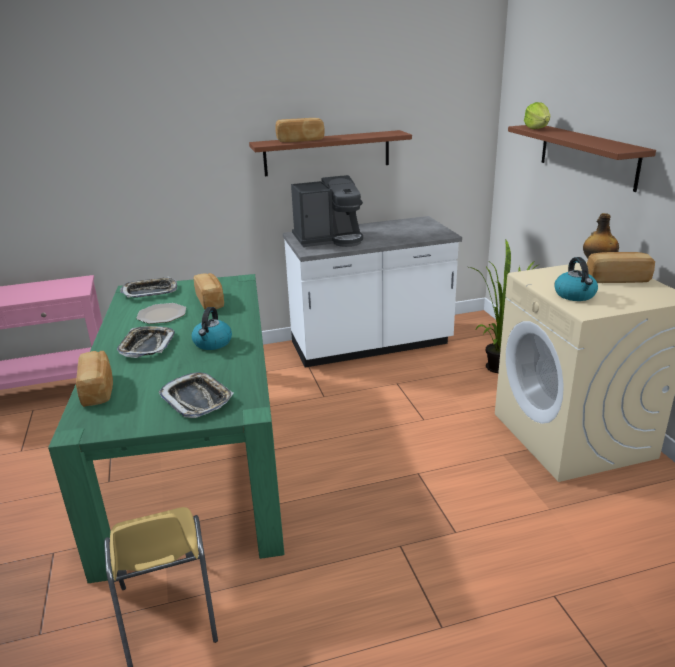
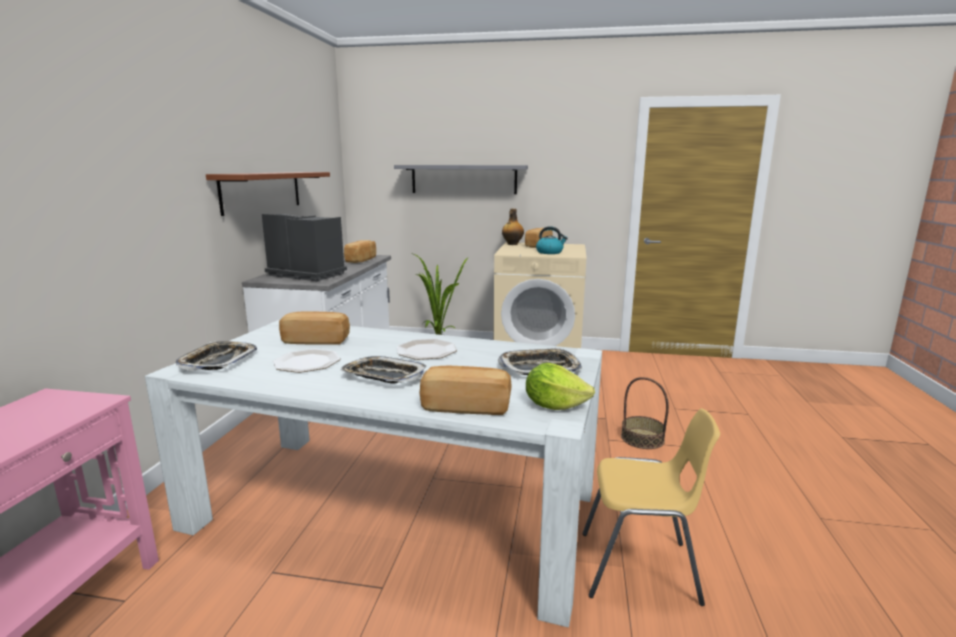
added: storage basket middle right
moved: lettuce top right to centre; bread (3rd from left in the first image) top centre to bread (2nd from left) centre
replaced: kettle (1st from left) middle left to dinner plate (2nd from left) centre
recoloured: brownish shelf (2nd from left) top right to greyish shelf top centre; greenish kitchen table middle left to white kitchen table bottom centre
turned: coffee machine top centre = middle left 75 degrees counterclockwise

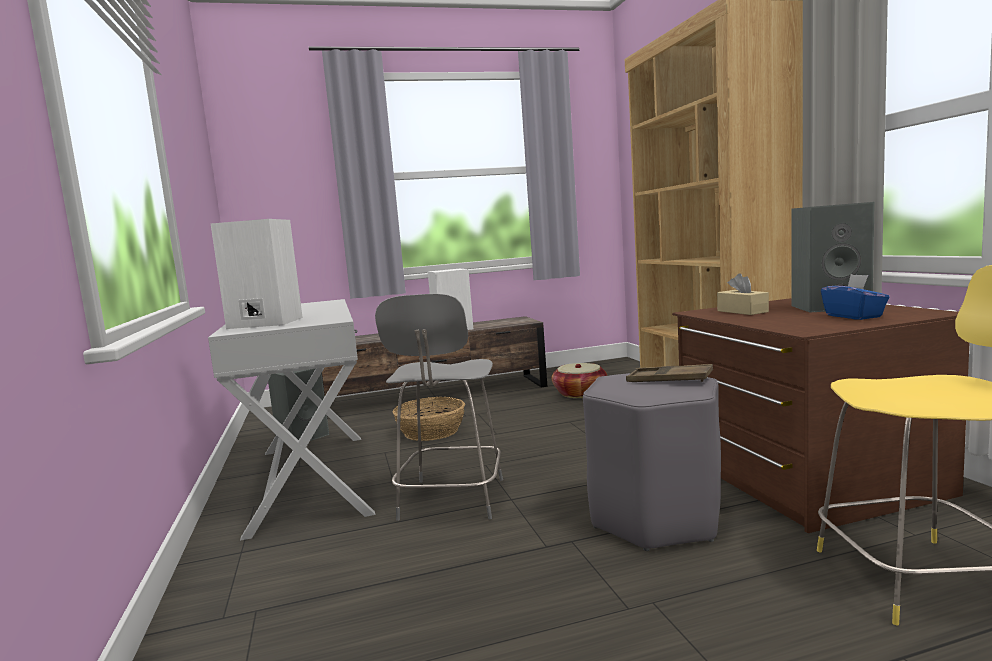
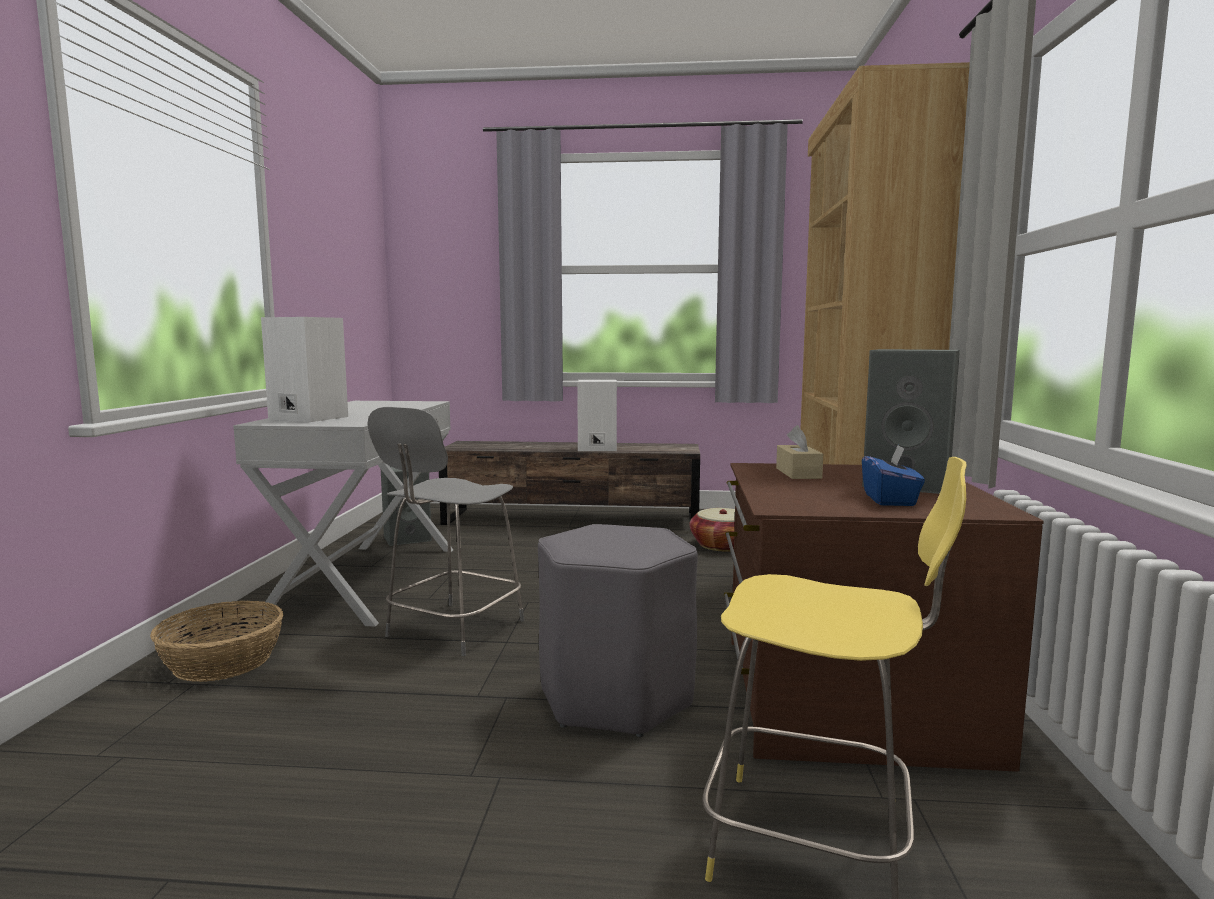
removed: brownish carrying tray middle right
moved: storage basket (1st from left) centre to bottom left

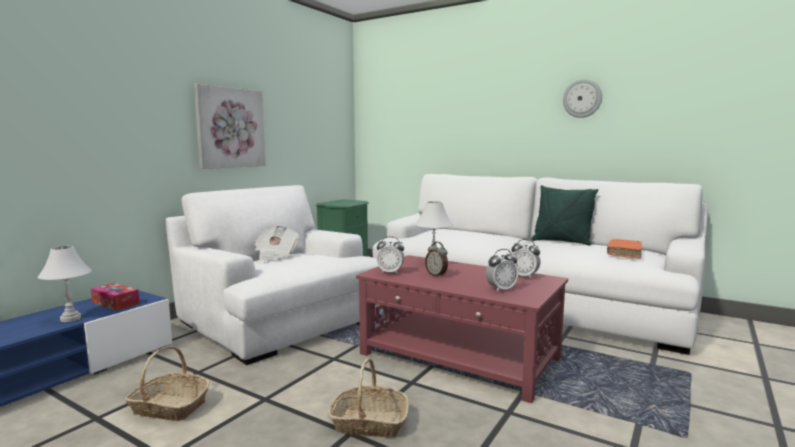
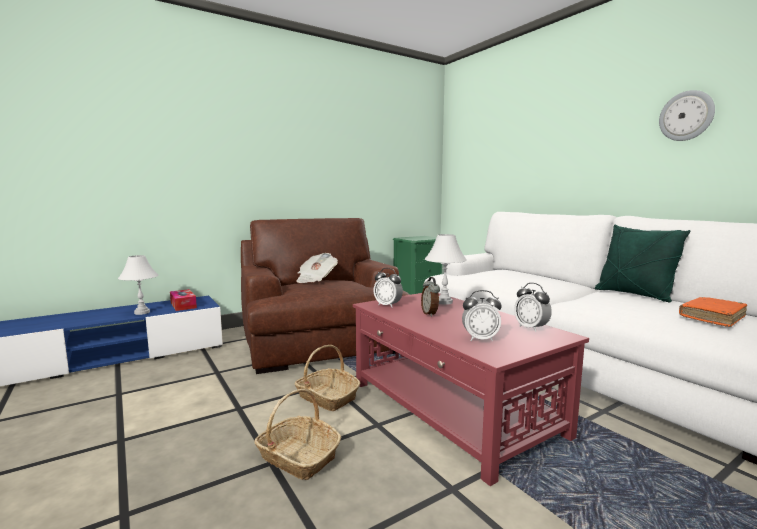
removed: picture top left
moved: storage basket (1st from left in the first image) bottom left to storage basket (2nd from left) bottom centre
recoloured: white lounge chair centre to brownish lounge chair centre

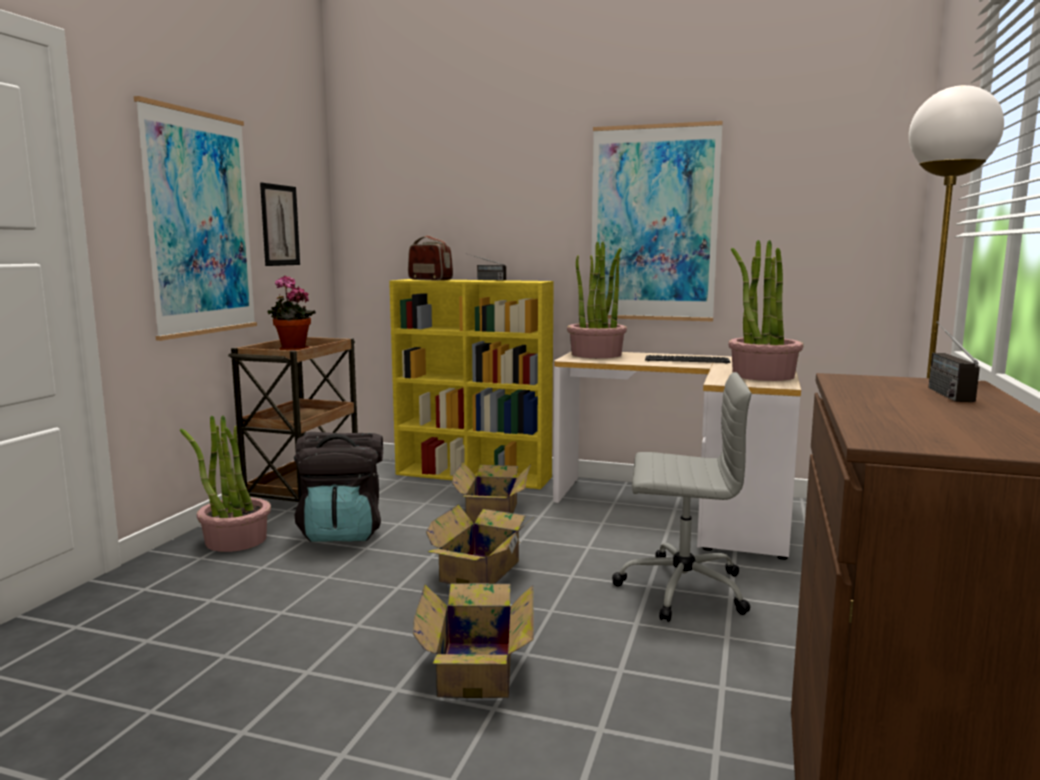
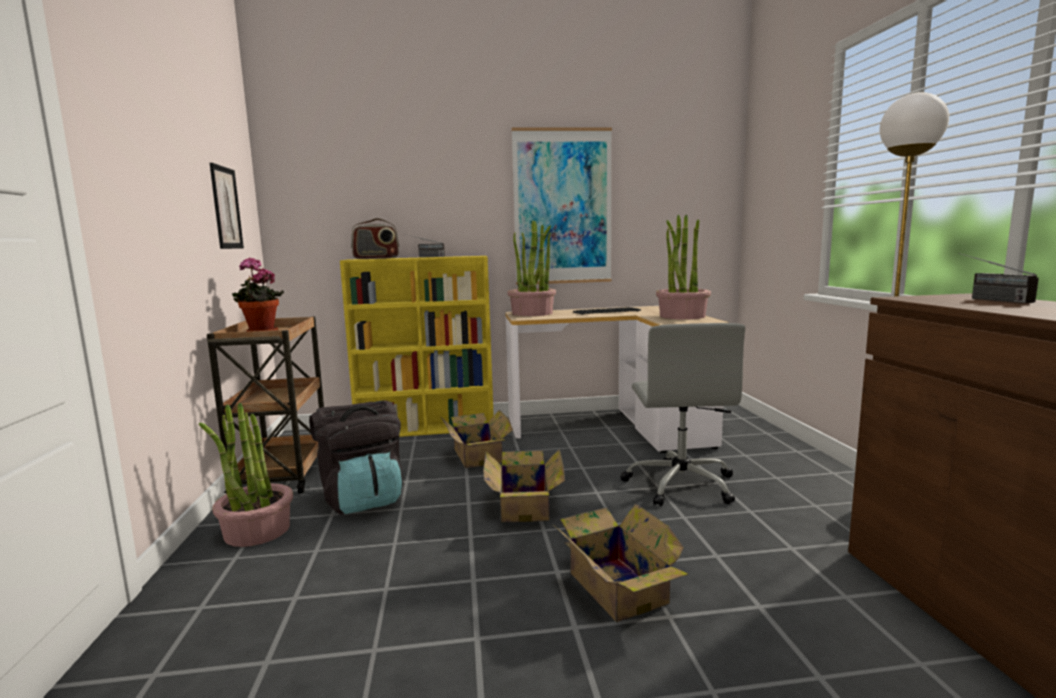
removed: picture (1st from left) top left
turned: radio (1st from left) top centre = centre 150 degrees clockwise; greyish computer chair centre = centre 105 degrees clockwise

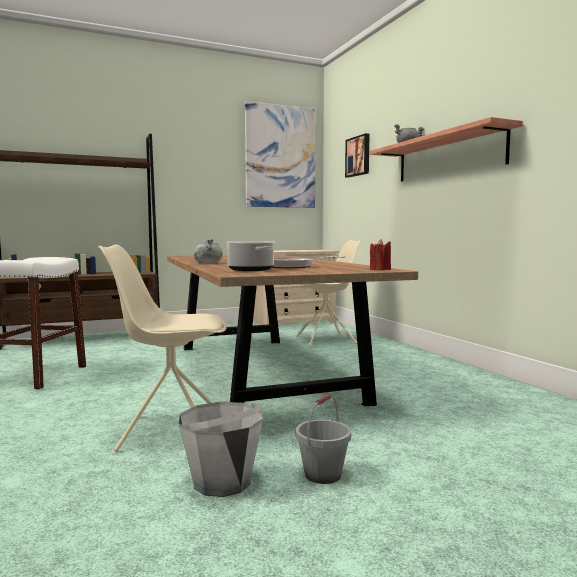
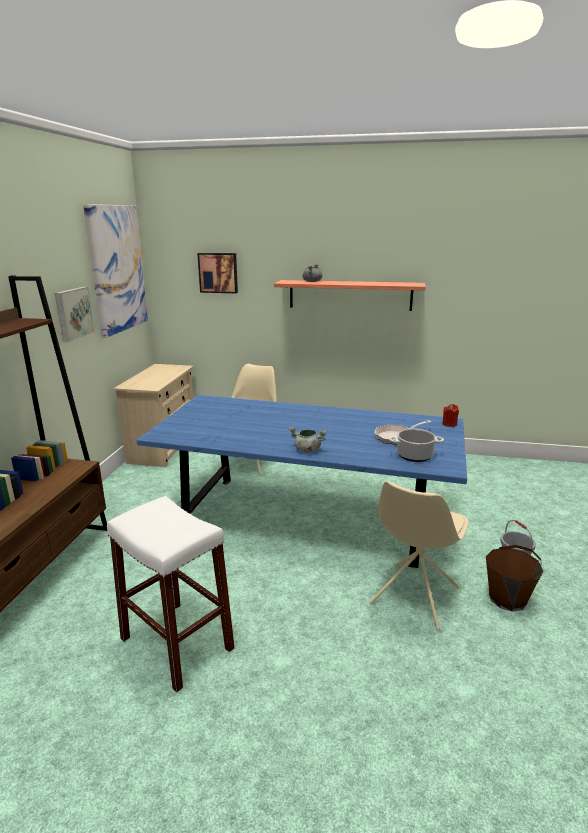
added: picture (1st from left) middle left
recoloured: brownish kitchen table centre to blue-coloured kitchen table centre; greyish bucket (1st from left) bottom centre to brownish bucket bottom right

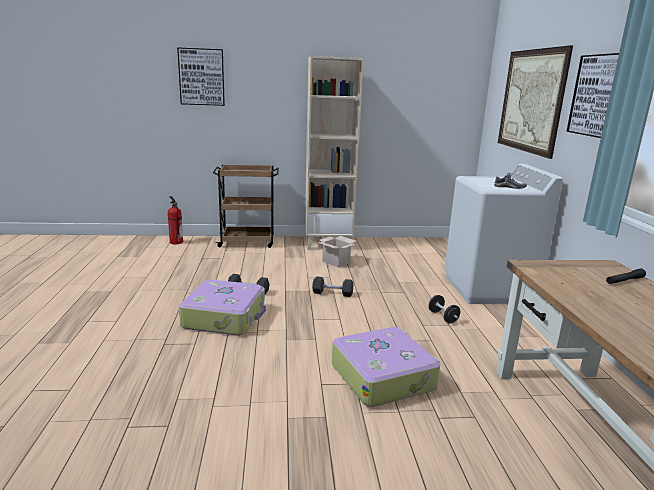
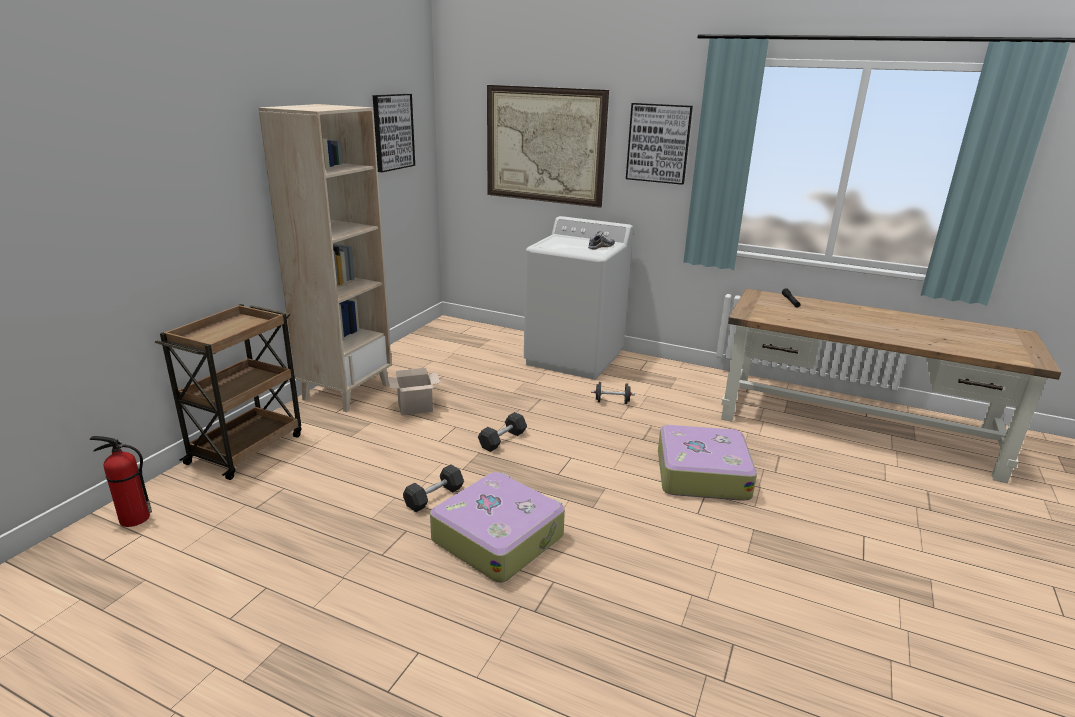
moved: picture (1st from left) top left to top centre

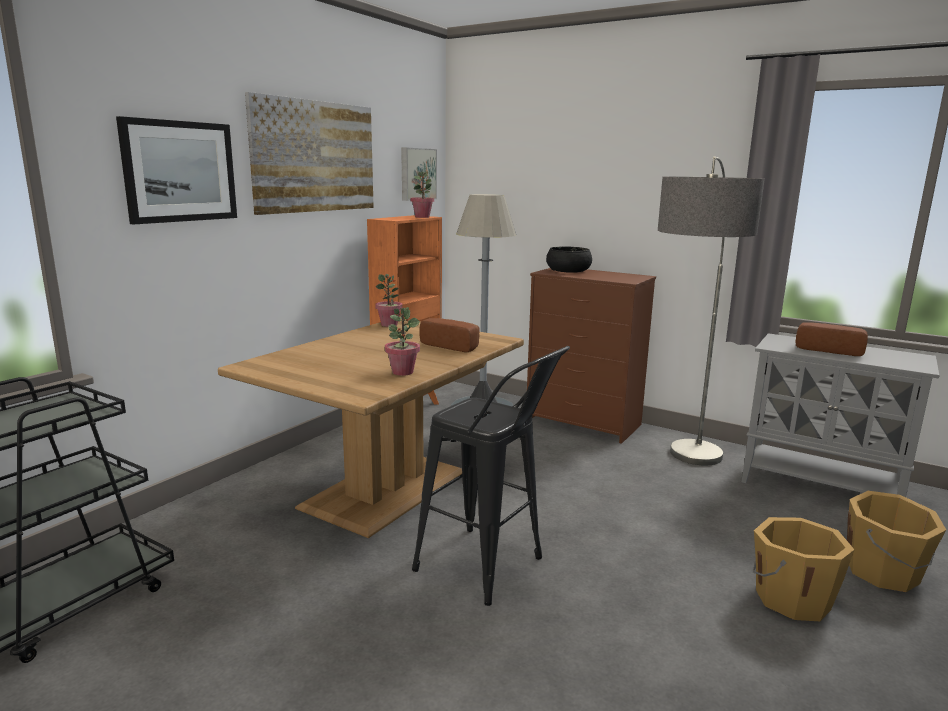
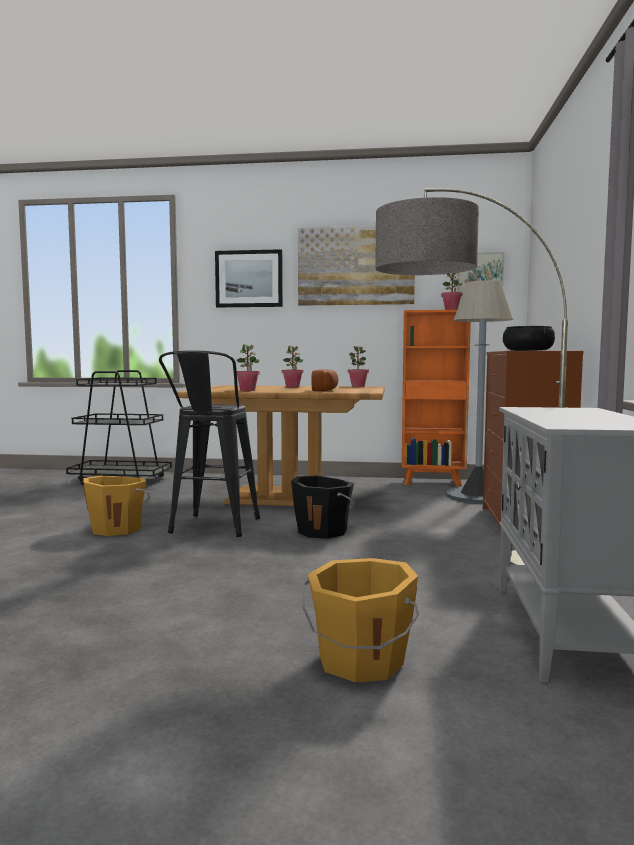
removed: bread (2nd from left) middle right
added: potted plant (2nd from left) centre; black-coloured bucket centre
moved: orangey bucket (1st from left) bottom right to middle left

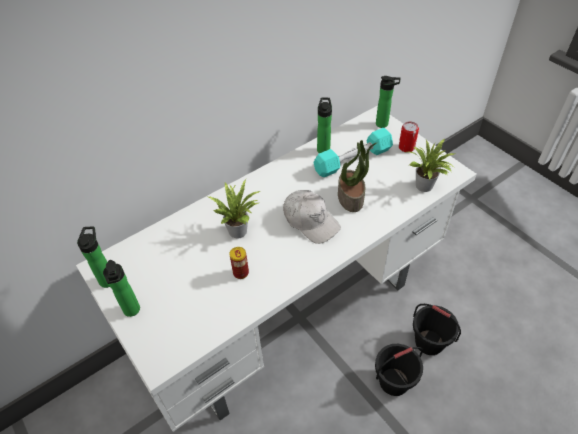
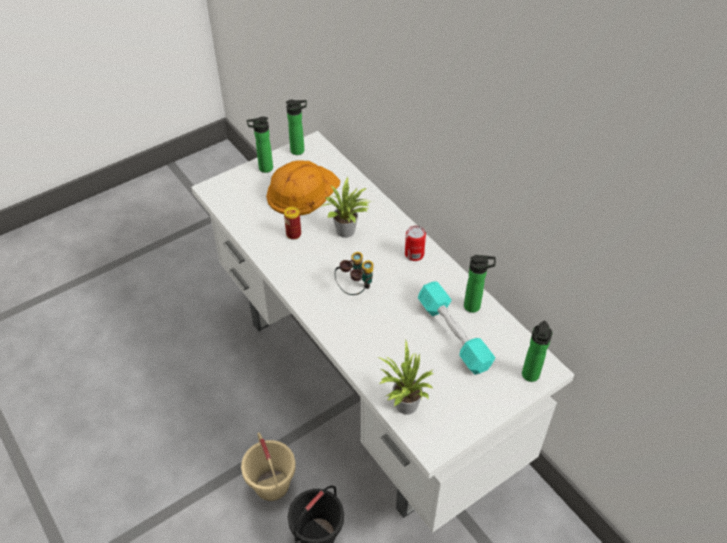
removed: potted plant (2nd from left) centre
added: orangey hard hat centre
moved: metal can (2nd from left) top right to centre
replaced: white cap centre to field glasses centre
recoloured: black-coloured bucket (1st from left) bottom right to beige bucket bottom centre

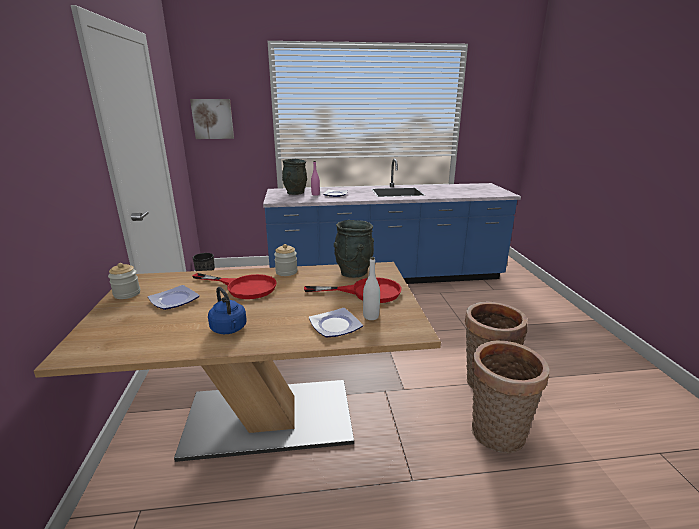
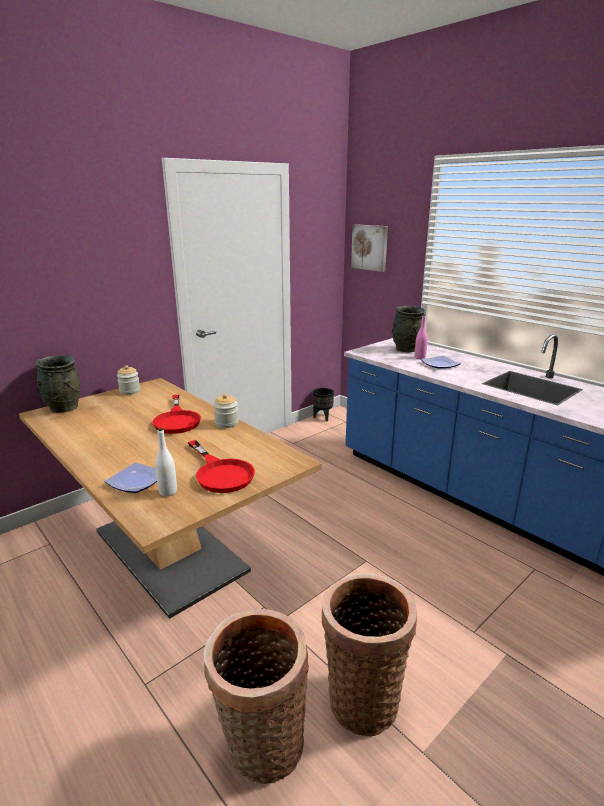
removed: dinner plate (1st from left) middle left; blue-coloured kettle middle left
moved: greyish decorative vase (2nd from left in the first image) centre to greyish decorative vase (1st from left) middle left

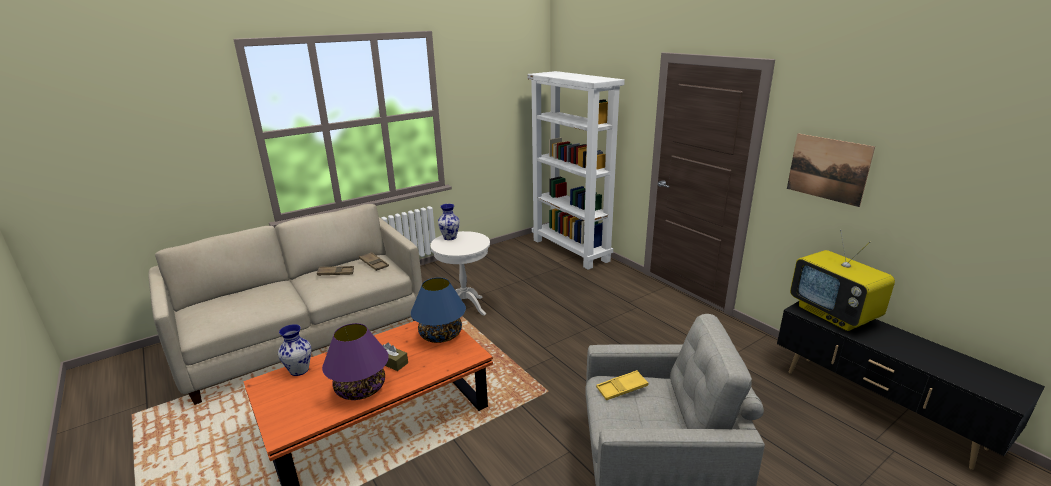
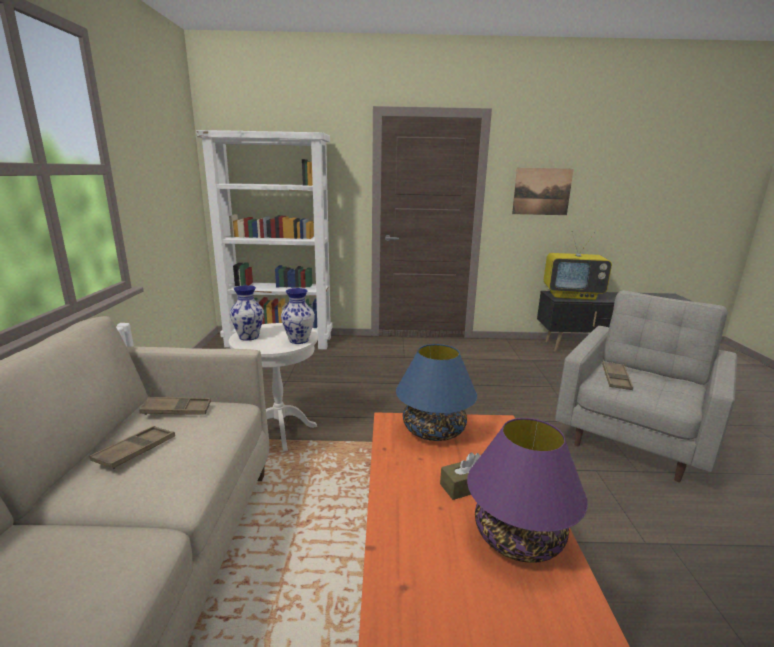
moved: decorative vase (1st from left in the first image) bottom left to decorative vase (2nd from left) centre
recoloured: yellow-coloured carrying tray bottom centre to brownish carrying tray (3rd from left) middle right

